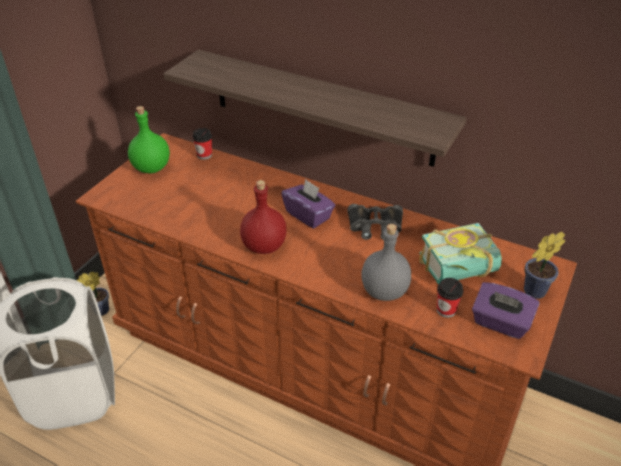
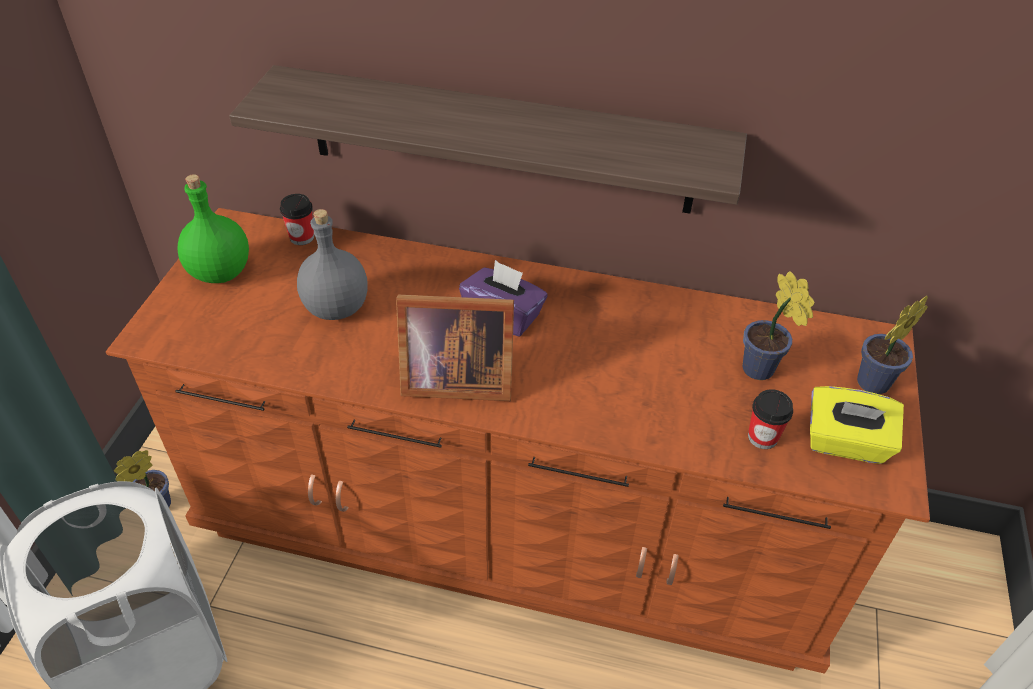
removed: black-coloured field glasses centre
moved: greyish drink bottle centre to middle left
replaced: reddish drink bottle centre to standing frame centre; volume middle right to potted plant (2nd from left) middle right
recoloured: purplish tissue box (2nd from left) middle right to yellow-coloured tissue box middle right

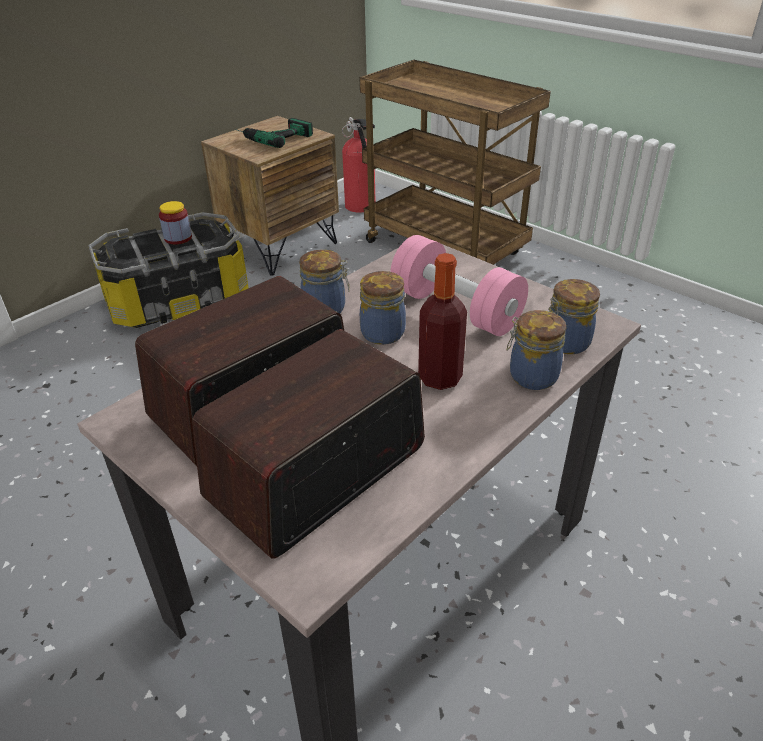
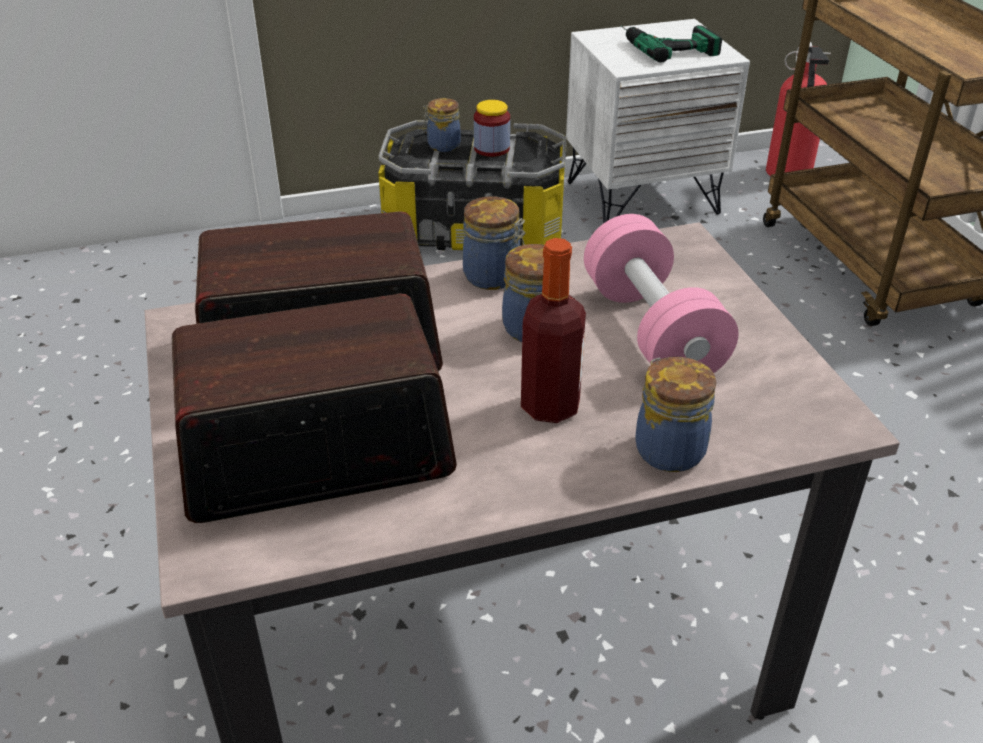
moved: storage jar (5th from left in the first image) middle right to storage jar (1st from left) top centre
recoloured: brownish nightstand top centre to white nightstand top right

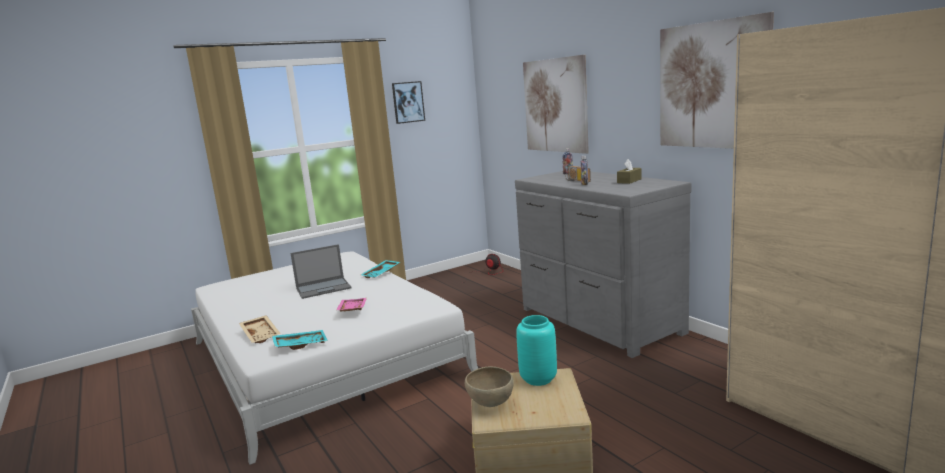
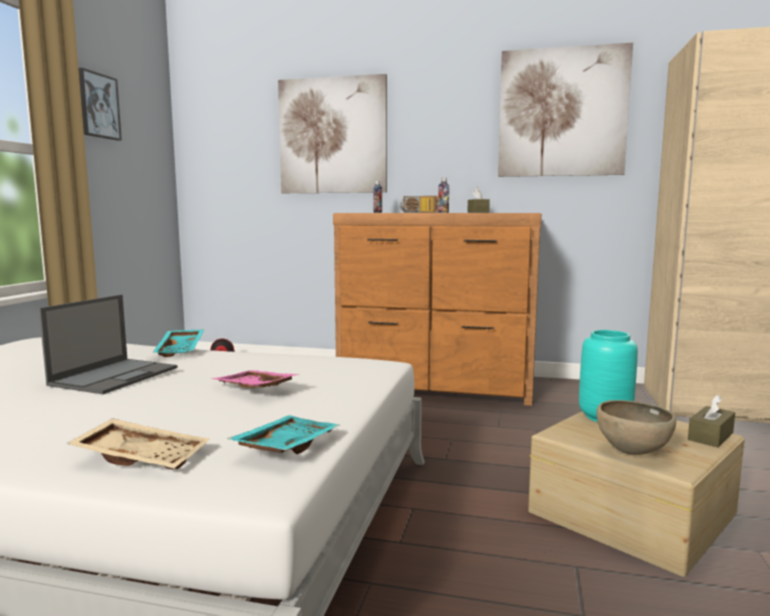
added: brownish tissue box (2nd from left) bottom right
recoloured: greyish drawer chest centre to brownish drawer chest centre

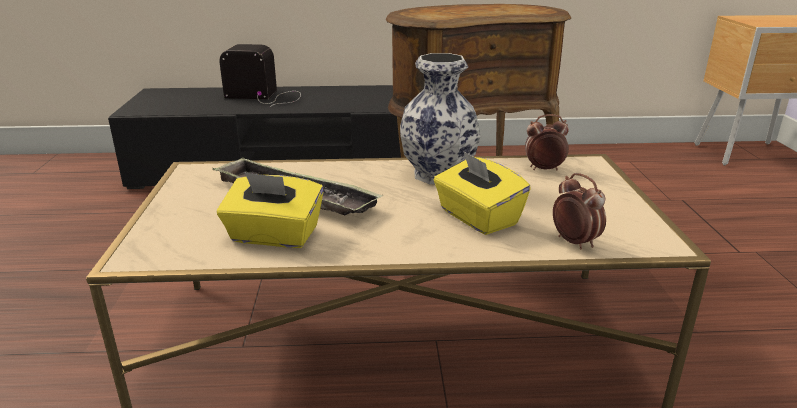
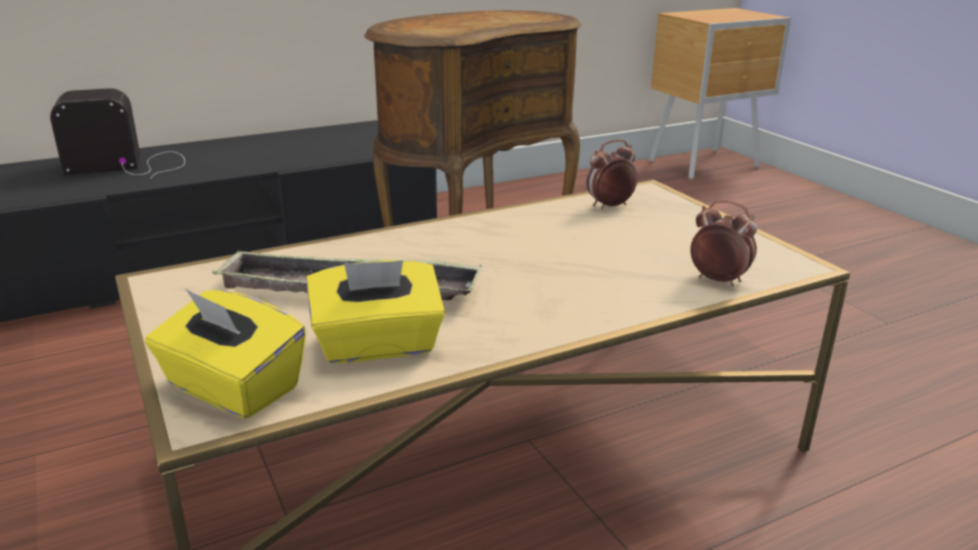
removed: decorative vase top centre
moved: yellow-coloured tissue box (2nd from left in the first image) centre to yellow-coloured tissue box (1st from left) middle left

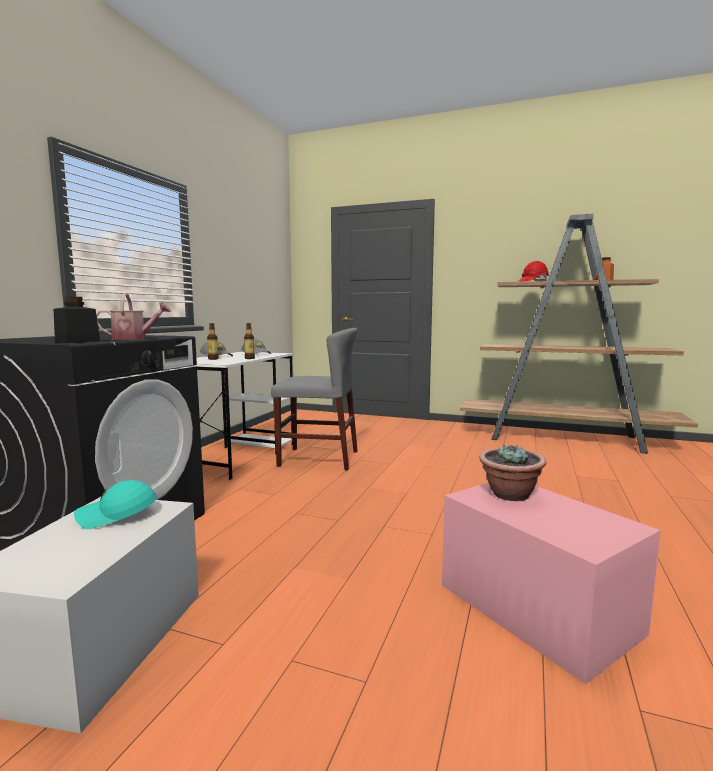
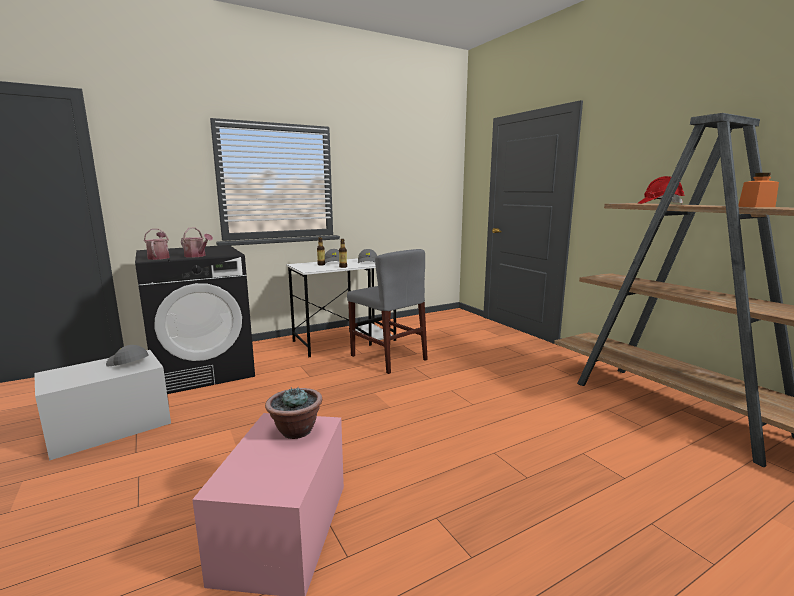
replaced: black-coloured storage jar middle left to watering pot (1st from left) middle left
recoloured: blue-green cap middle left to greyish cap (1st from left) middle left

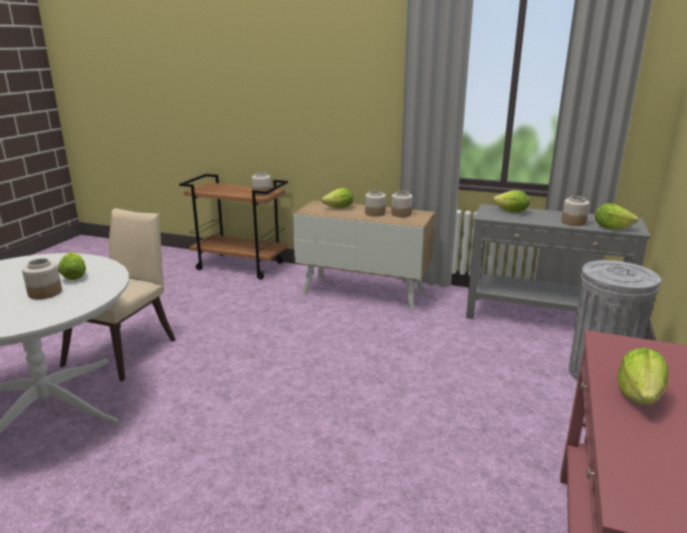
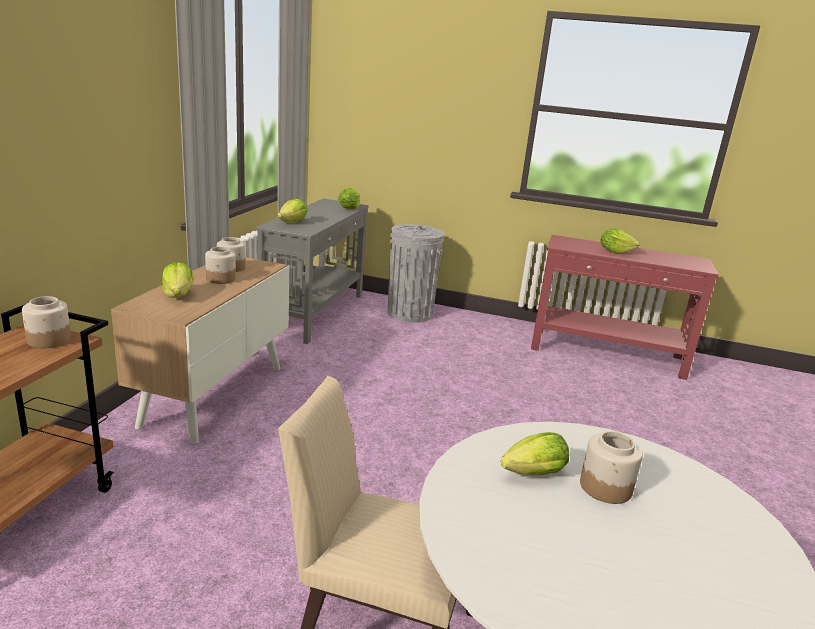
removed: storage jar (5th from left) middle right

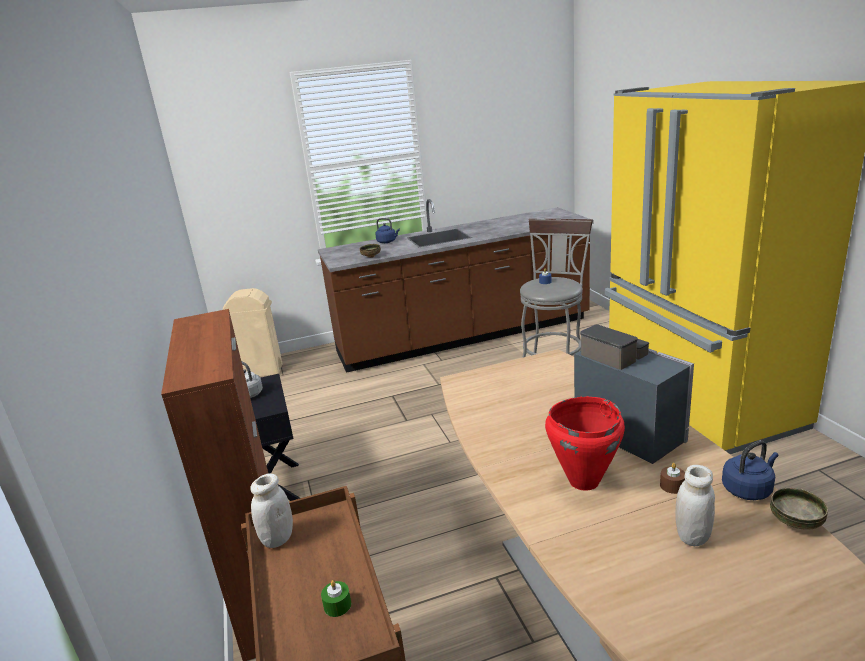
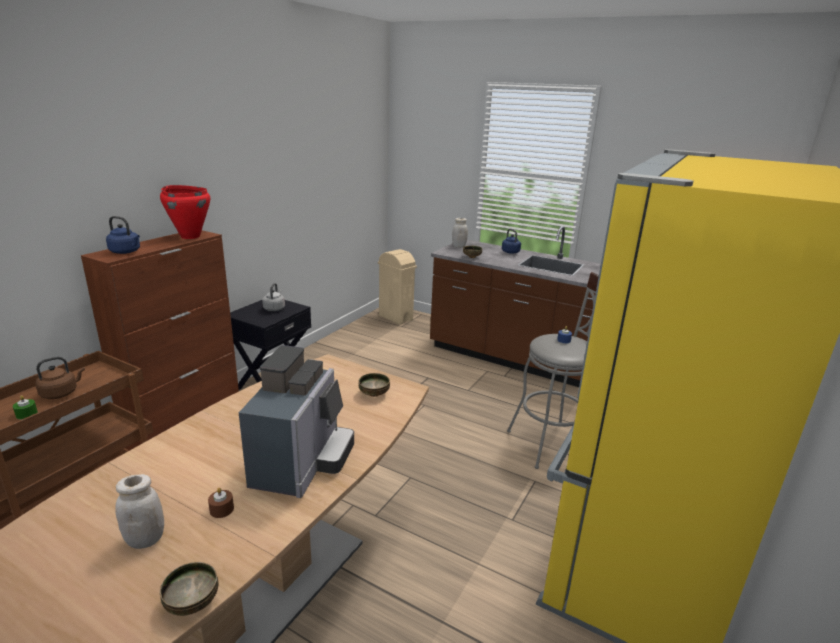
added: brownish kettle middle left; deep dish (2nd from left) centre
moved: reddish cooking pot bottom right to top left; blue-coloured kettle (2nd from left in the first image) bottom right to blue-coloured kettle (1st from left) middle left; white storage jar (1st from left in the first image) bottom left to white storage jar (2nd from left) centre

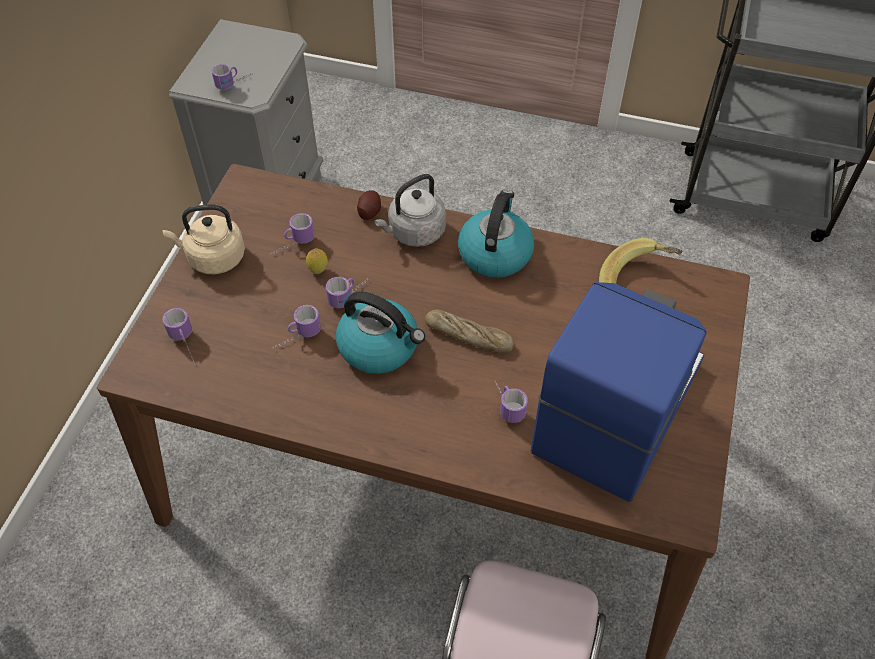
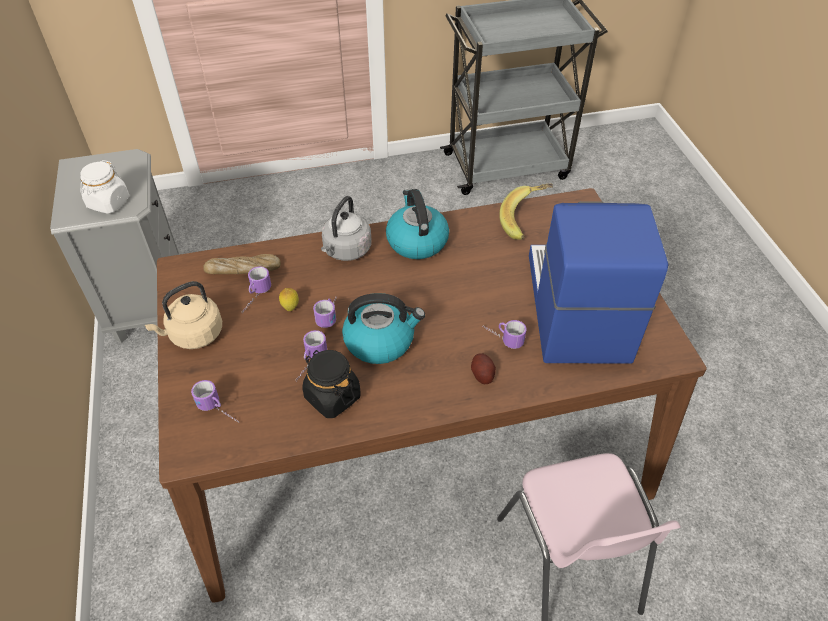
added: black-coloured storage jar centre
moved: whole potato top centre to centre; bread centre to middle left
replaced: coffee mug (2nd from left) top left to white storage jar top left

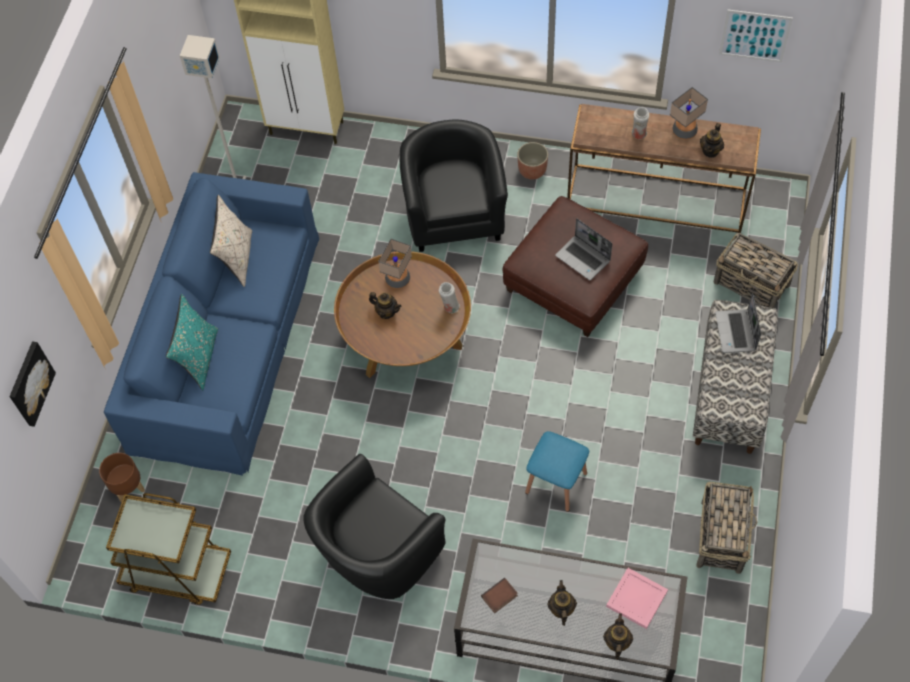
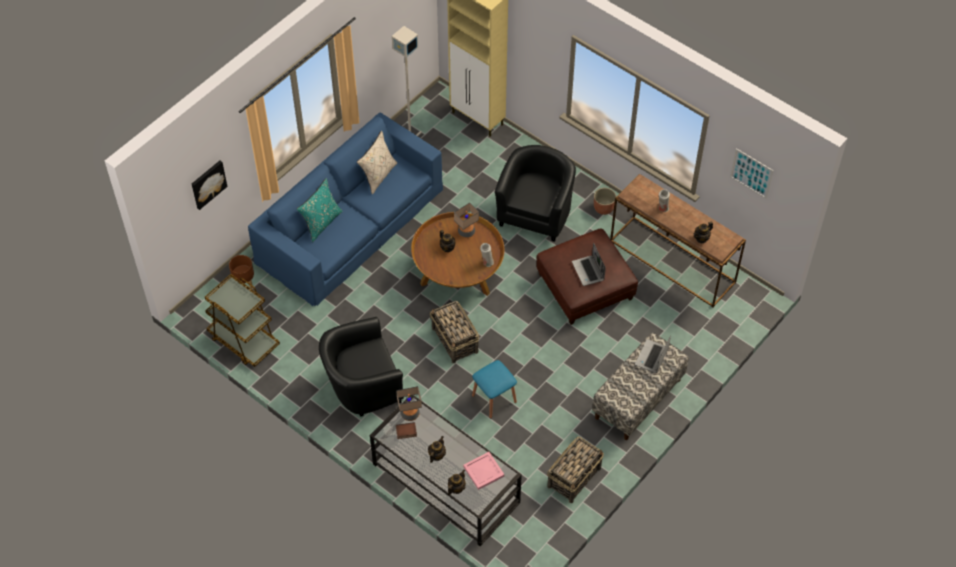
moved: tabletop lamp (2nd from left in the first image) top right to tabletop lamp (1st from left) bottom centre; storage basket (2nd from left in the first image) middle right to storage basket (1st from left) centre

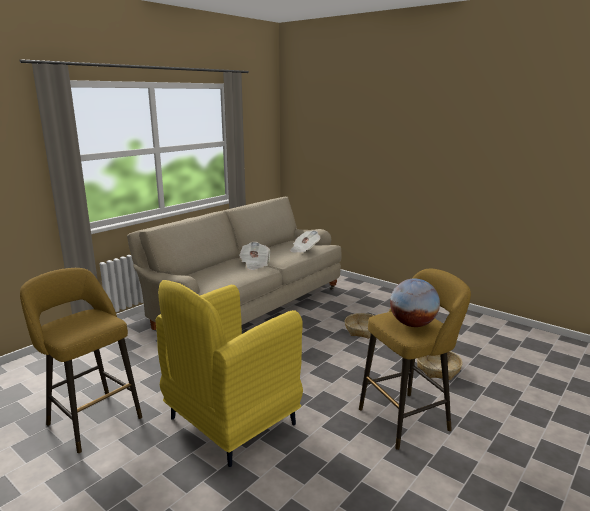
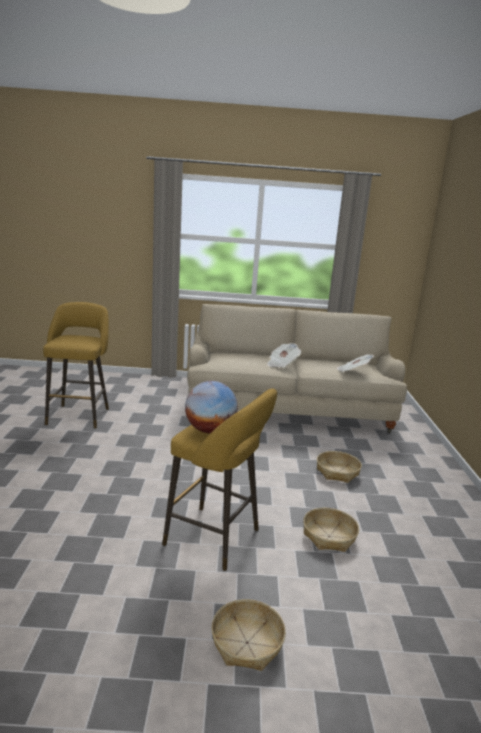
removed: yellow-coloured lounge chair bottom centre
added: storage basket (1st from left) bottom centre

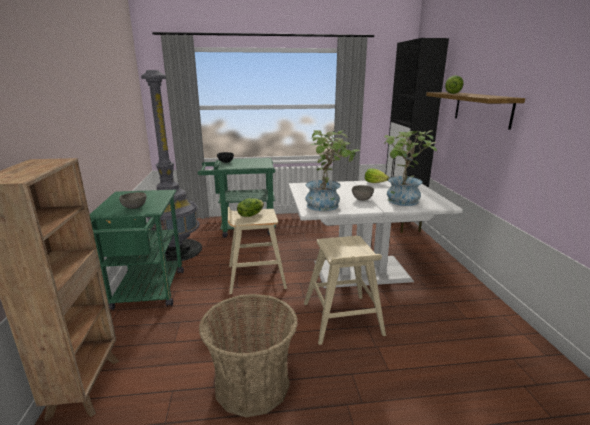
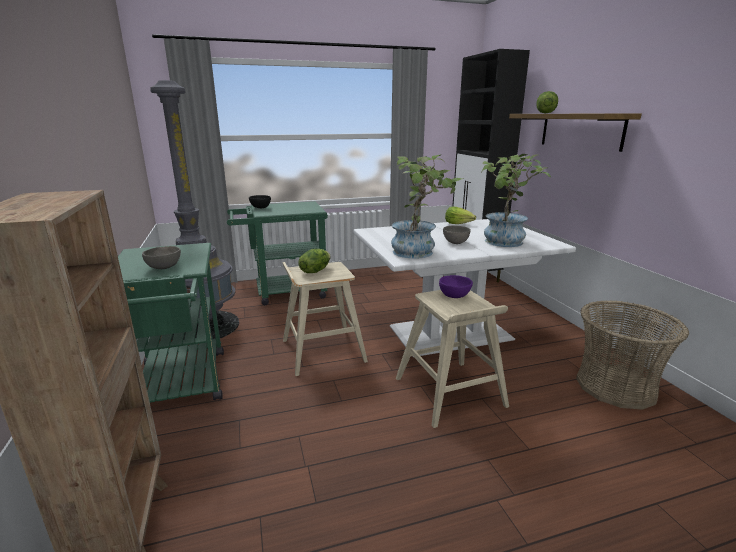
added: purplish deep dish centre
moved: storage basket bottom centre to middle right

